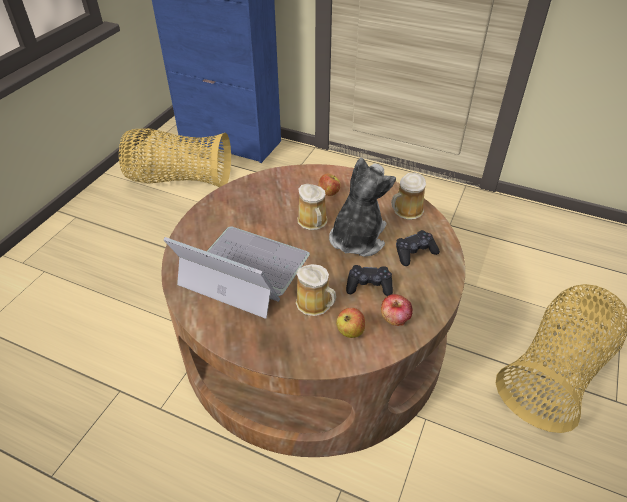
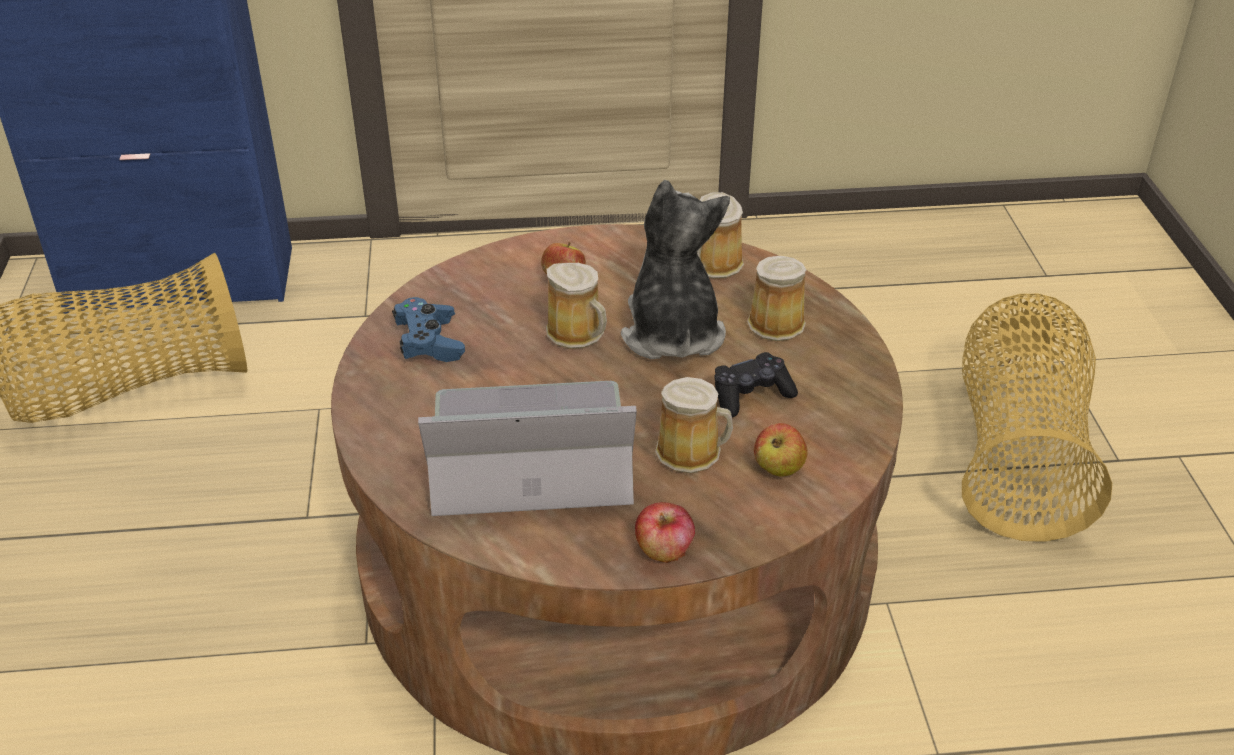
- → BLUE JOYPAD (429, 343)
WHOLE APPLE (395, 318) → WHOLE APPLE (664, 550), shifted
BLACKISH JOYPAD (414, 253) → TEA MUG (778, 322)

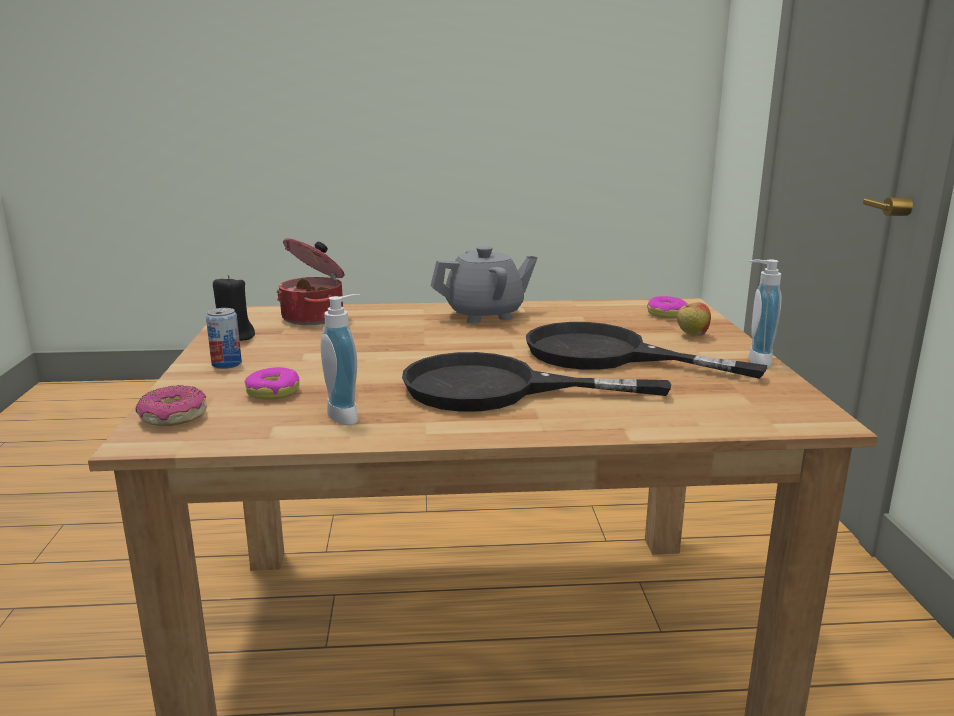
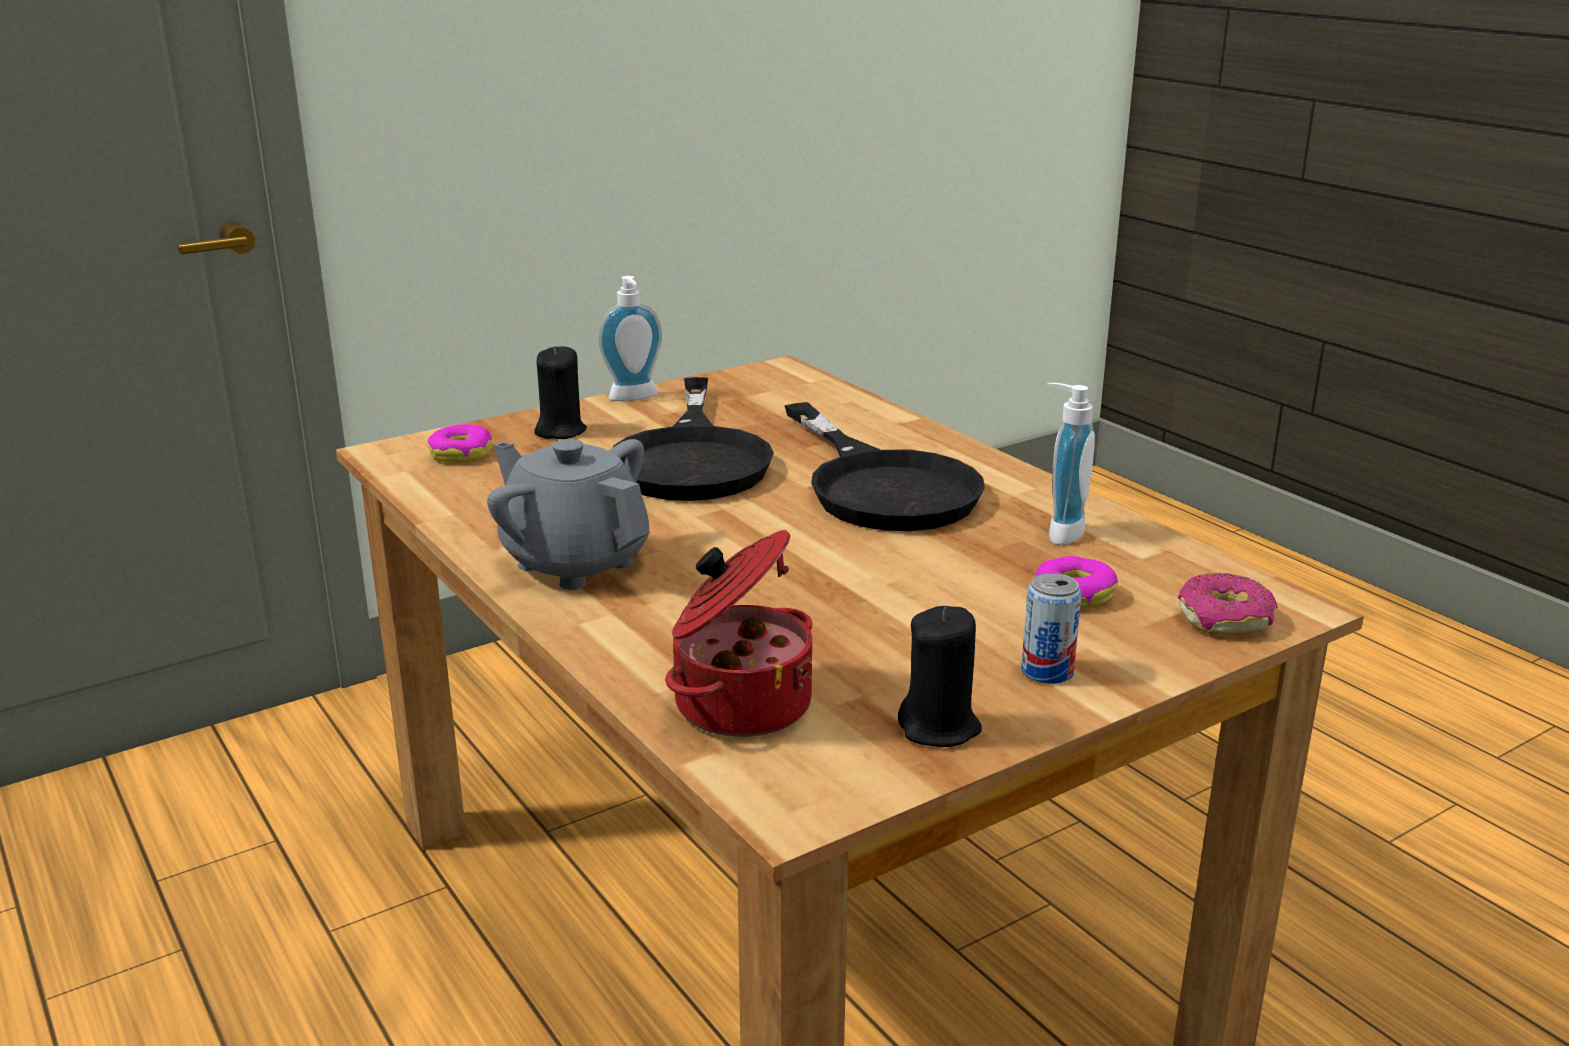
WHOLE APPLE (692, 335) → BLACKISH WAX LIGHT (560, 431)

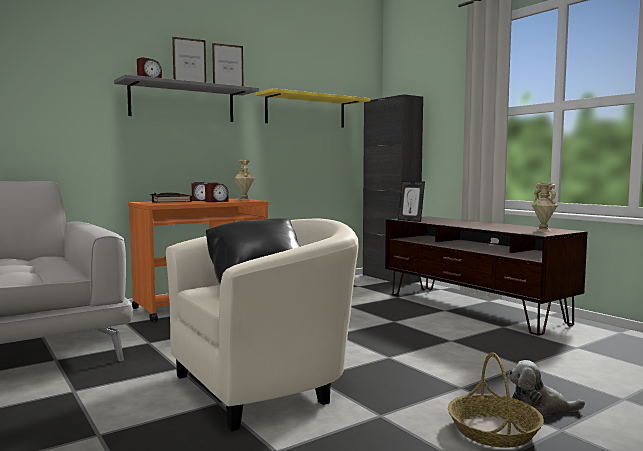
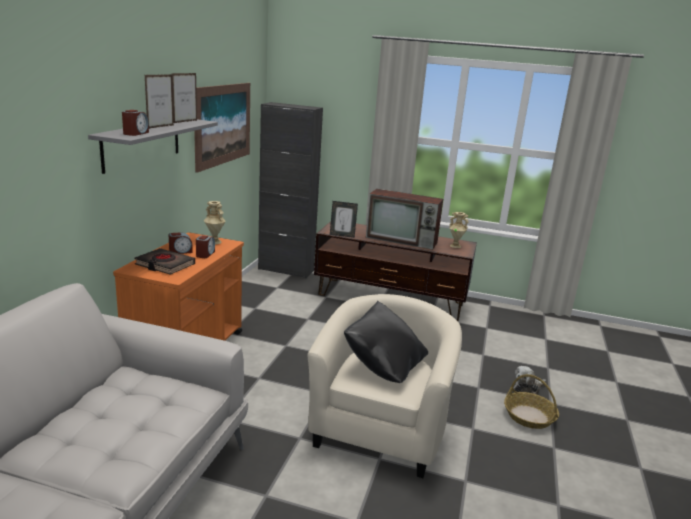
- → TV SET (403, 240)
YELLOWISH WALL SHELF (306, 111) → WALL ART (223, 124)

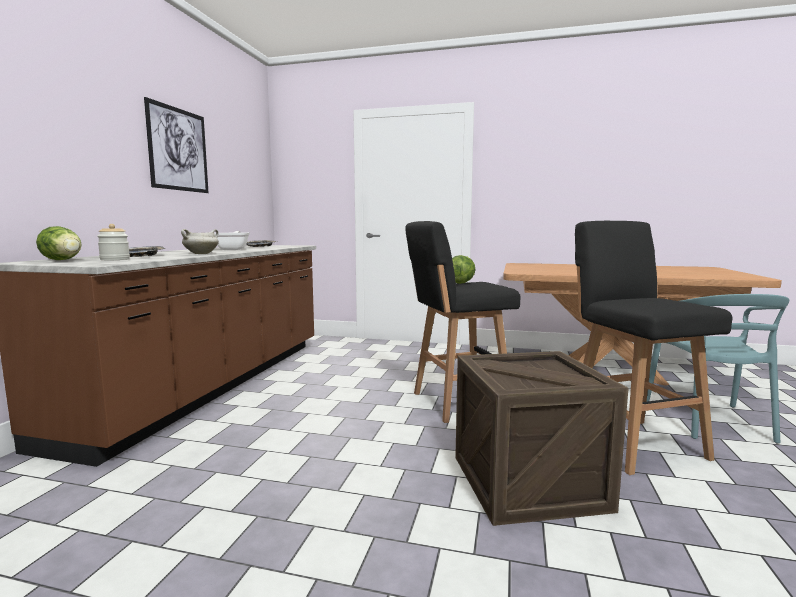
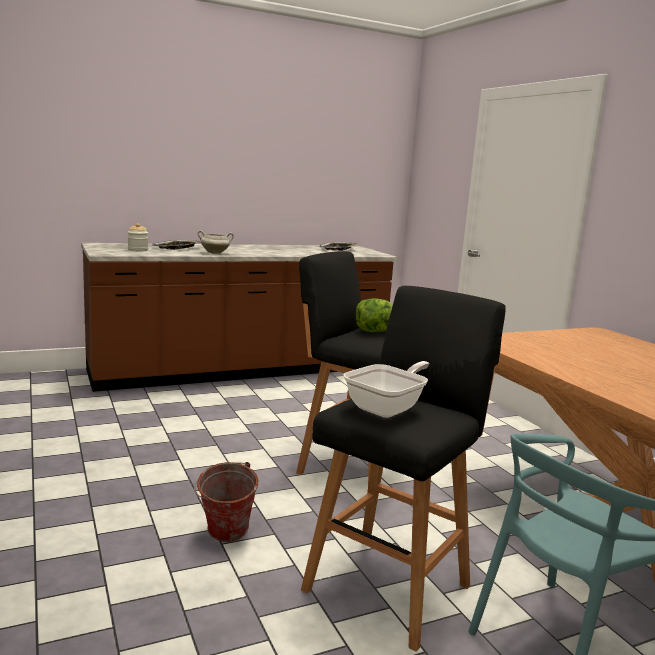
HEAD OF LETTUCE (64, 260) → -
WALL ART (178, 149) → -
FRYING PAN (233, 249) → FRYING PAN (389, 408), shifted
SHIPPING CRATE (528, 482) → BUCKET (224, 536)

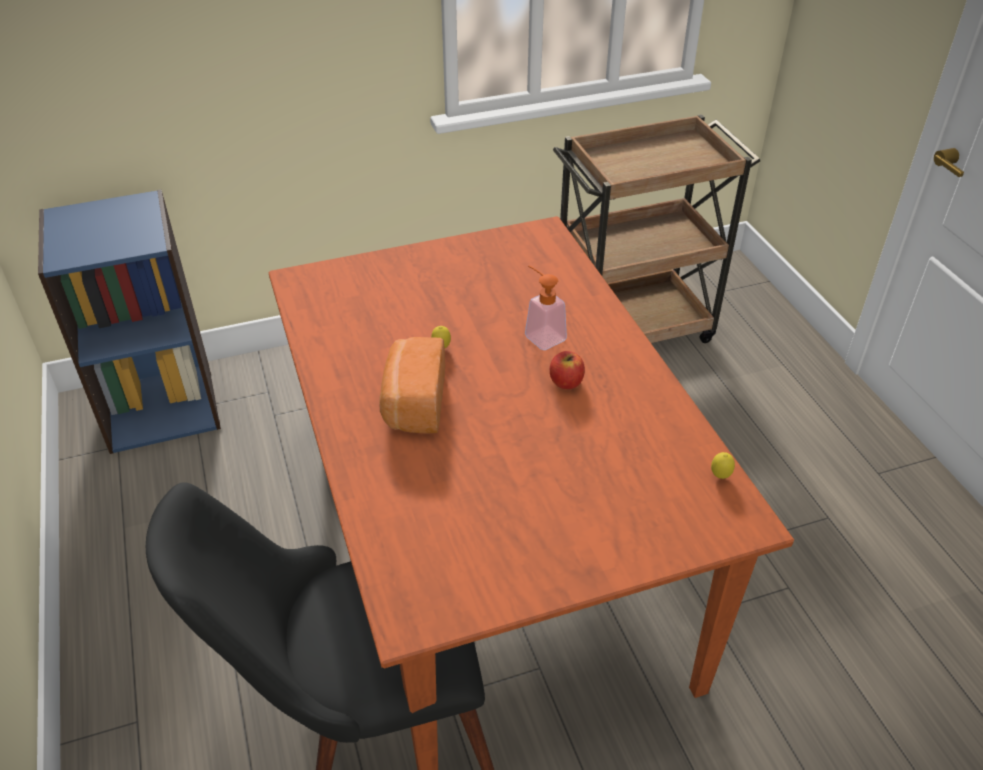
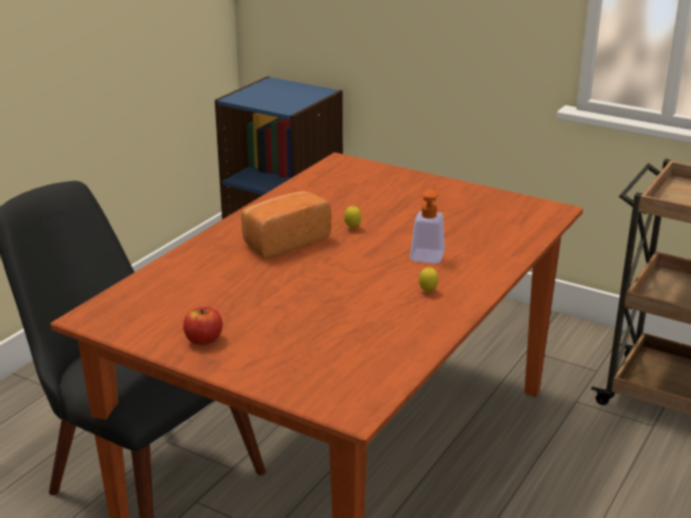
WHOLE APPLE (566, 382) → WHOLE APPLE (203, 340), shifted
CITRUS FRUIT (720, 476) → CITRUS FRUIT (428, 292), shifted

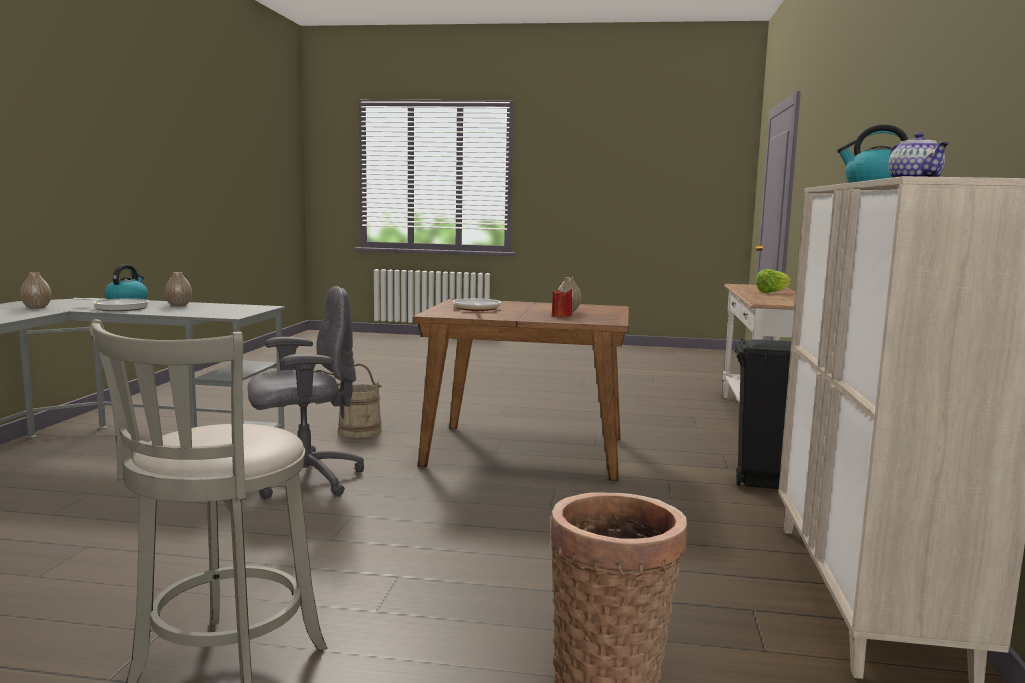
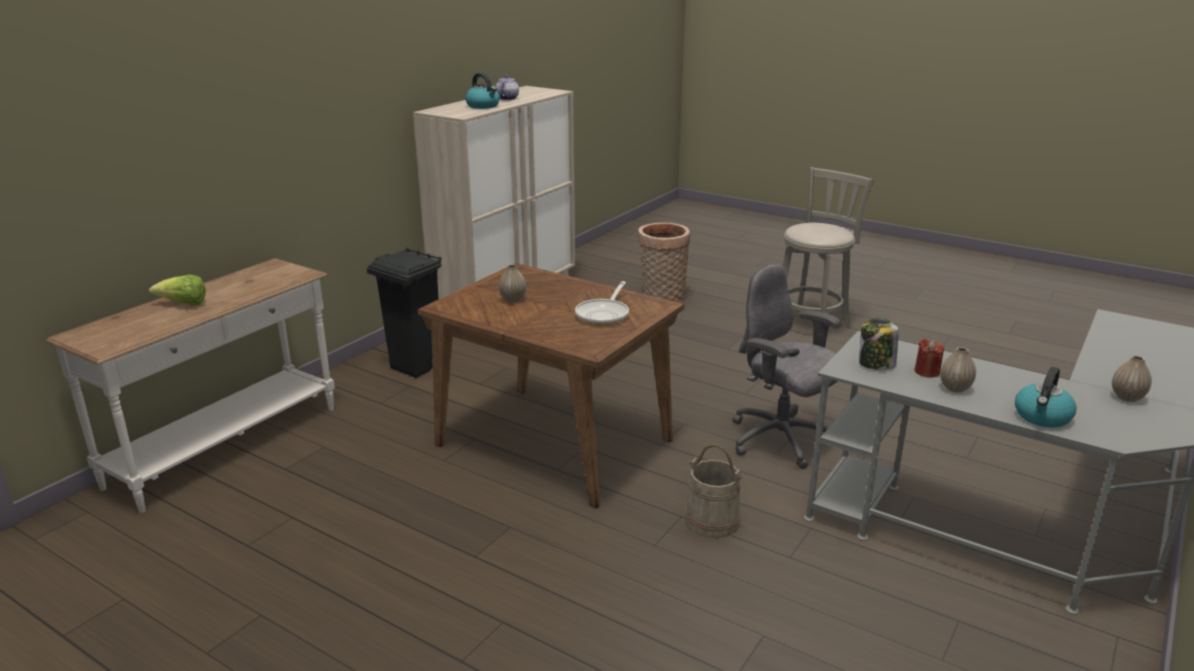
FRYING PAN (118, 308) → -
- → PRESERVE JAR (876, 364)
RED-COLOURED WAX LIGHT (561, 315) → RED-COLOURED WAX LIGHT (927, 372), shifted
GREY DESK CHAIR (303, 479) → GREY DESK CHAIR (781, 441), 45 degrees clockwise

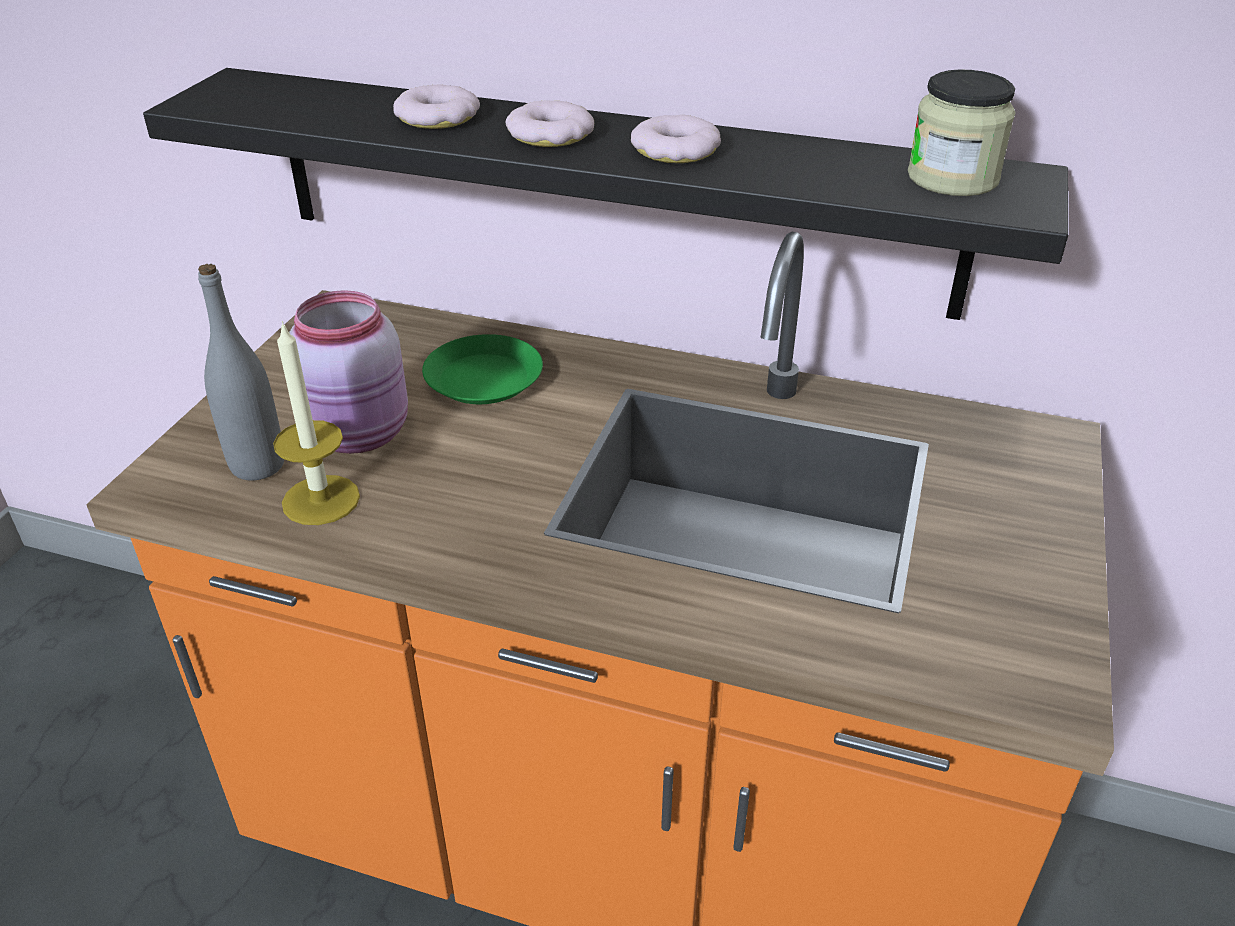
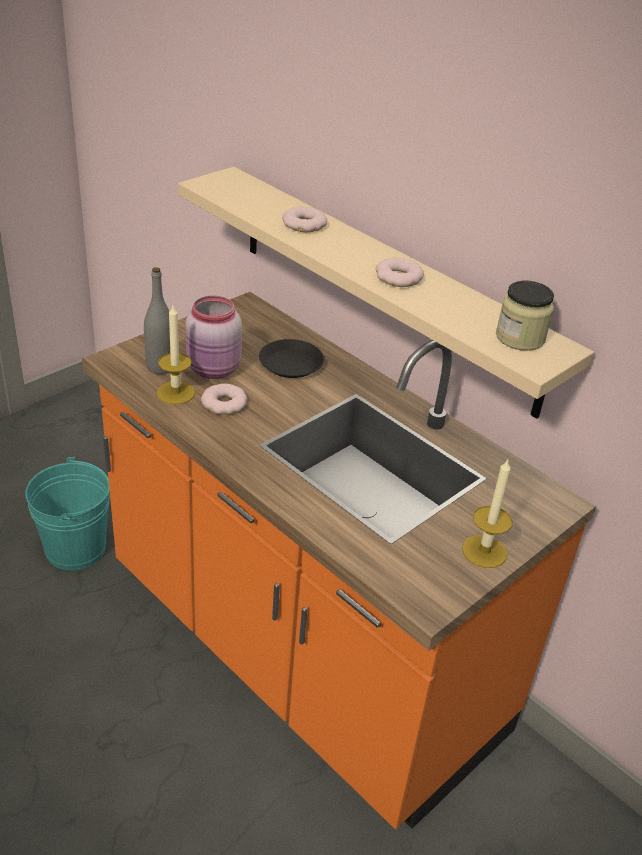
- → TURQUOISE BUCKET (75, 549)
- → WAX LIGHT (484, 551)
RING DOUGHNUT (551, 134) → RING DOUGHNUT (224, 403), shifted
BLACKISH WALL SHELF (606, 190) → SAND-COLOURED WALL SHELF (384, 286)
GREEN PLATE (484, 378) → BLACKISH PLATE (291, 364)

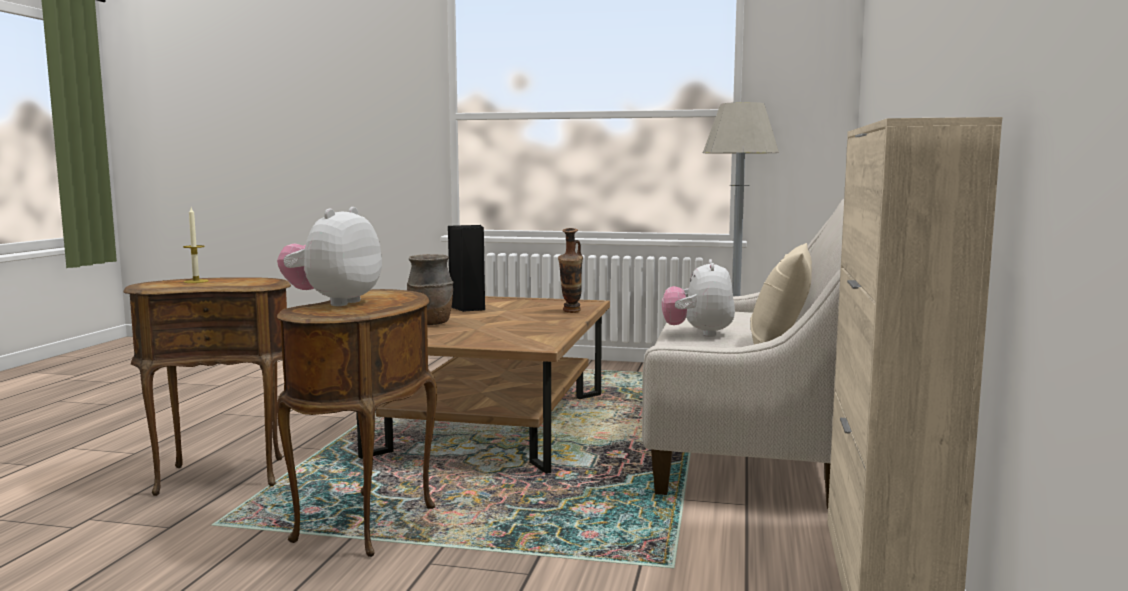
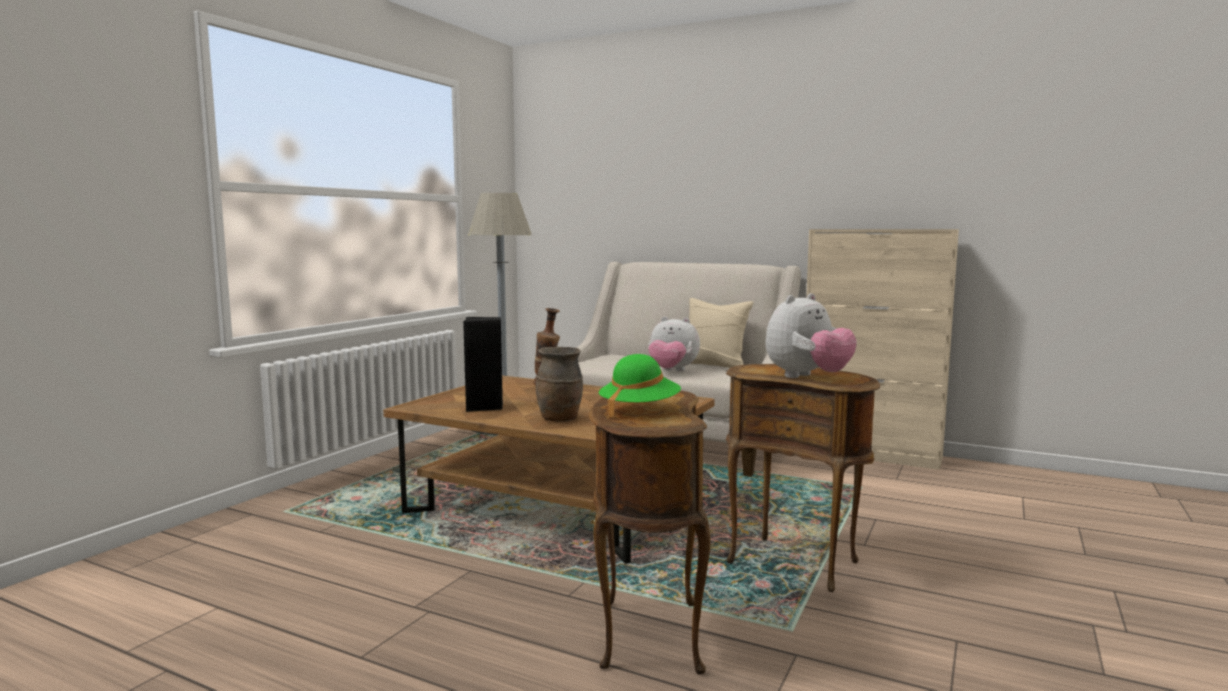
WAX LIGHT (196, 281) → GREEN WEARABLE HAT (639, 410)
PLUSH TOY (334, 302) → PLUSH TOY (807, 377), 75 degrees counterclockwise

